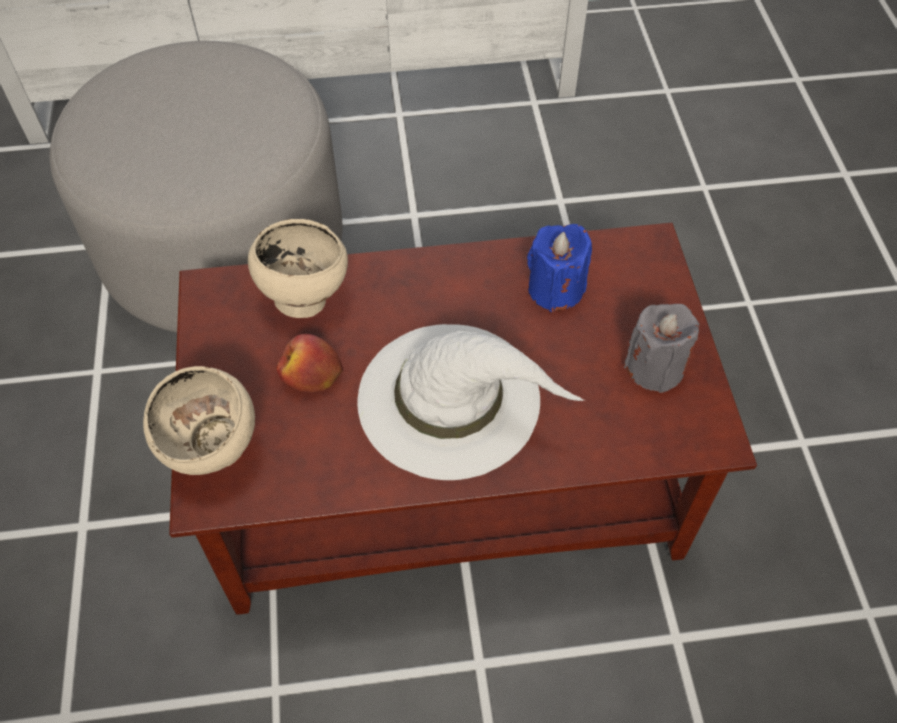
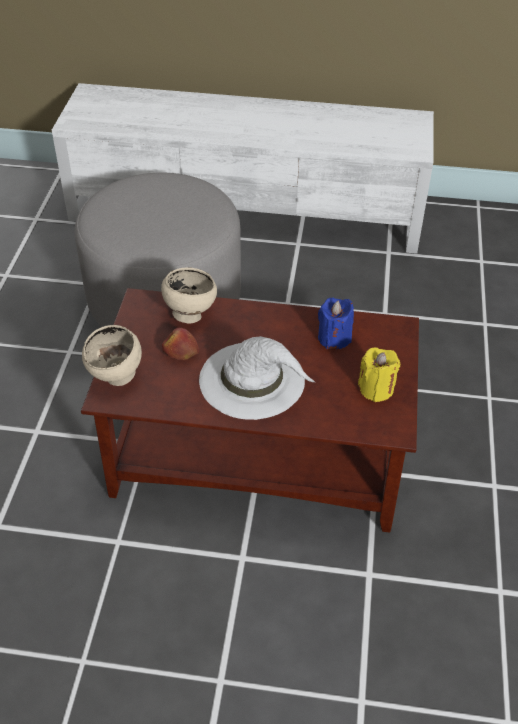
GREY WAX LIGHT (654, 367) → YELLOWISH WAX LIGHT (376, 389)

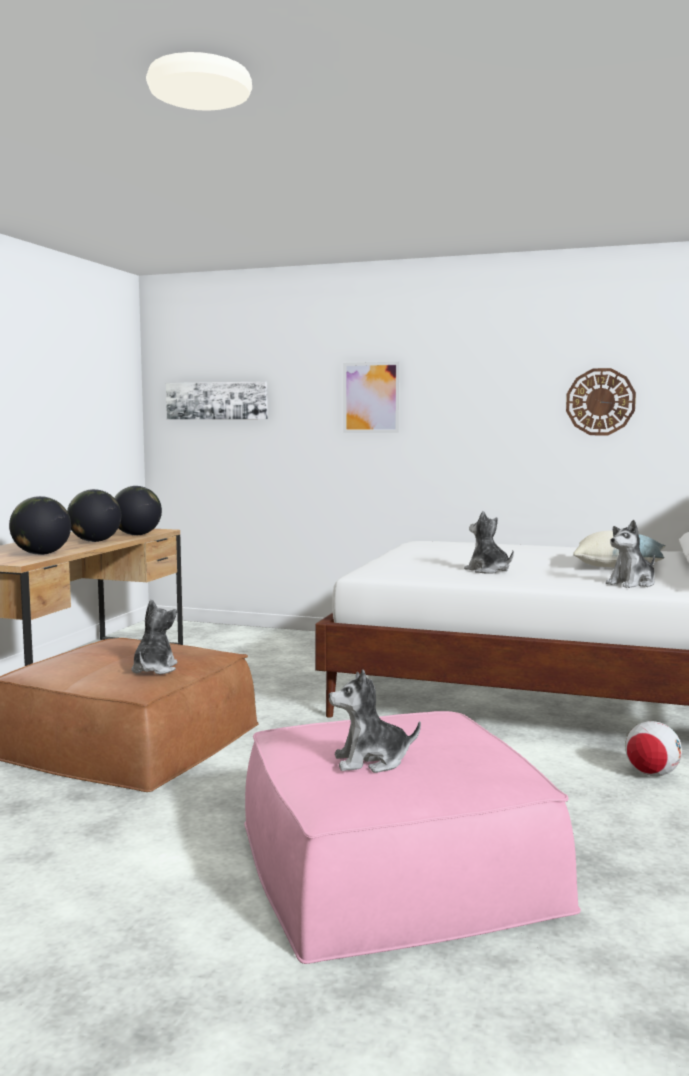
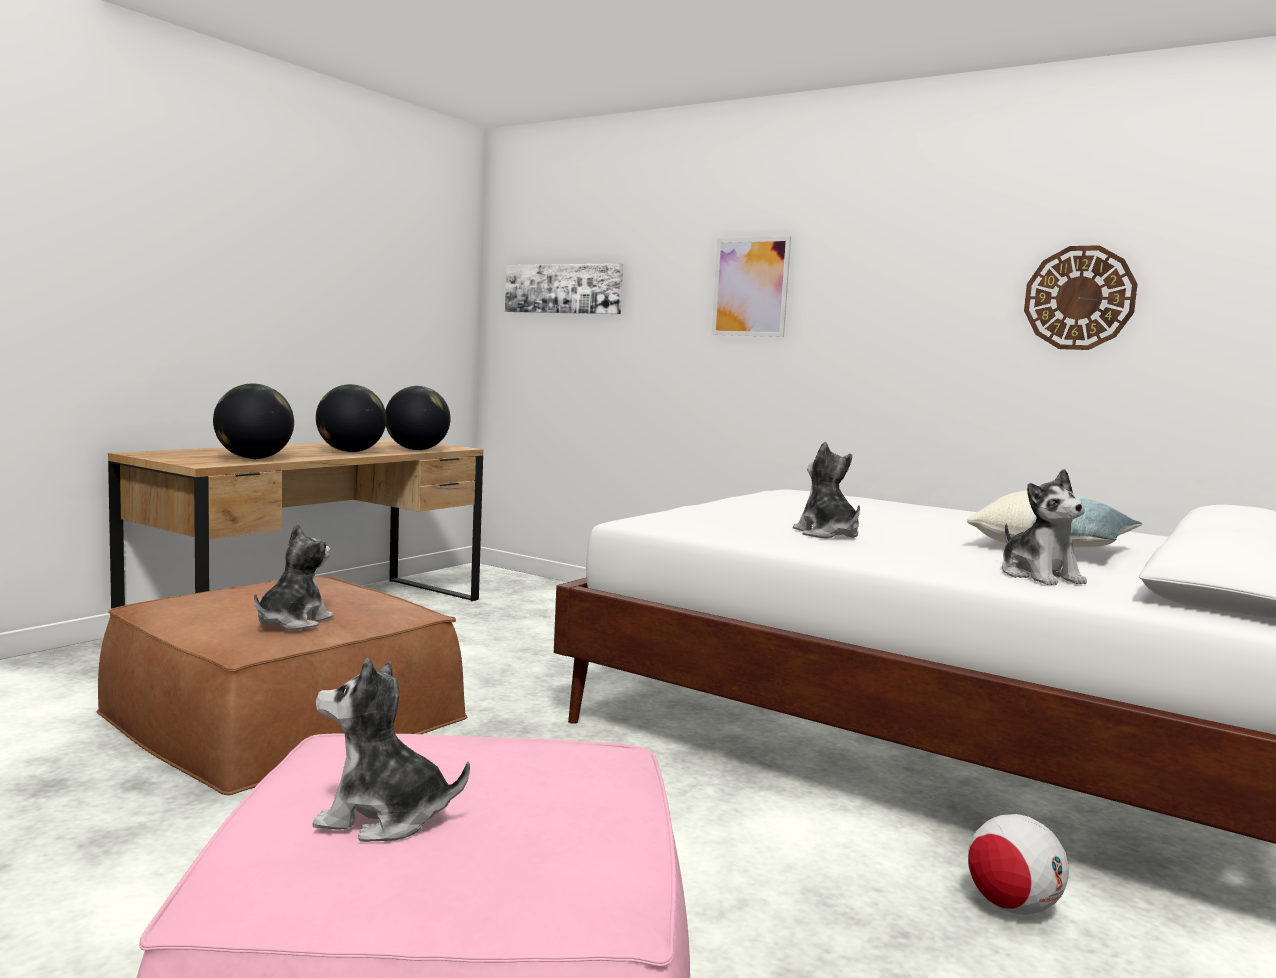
PLUSH TOY (632, 584) → PLUSH TOY (1039, 576), 90 degrees counterclockwise

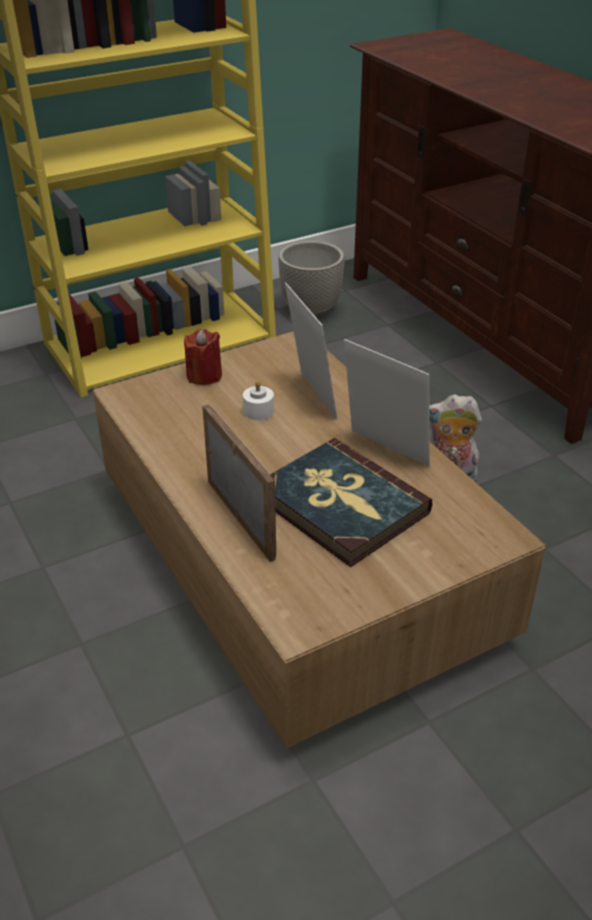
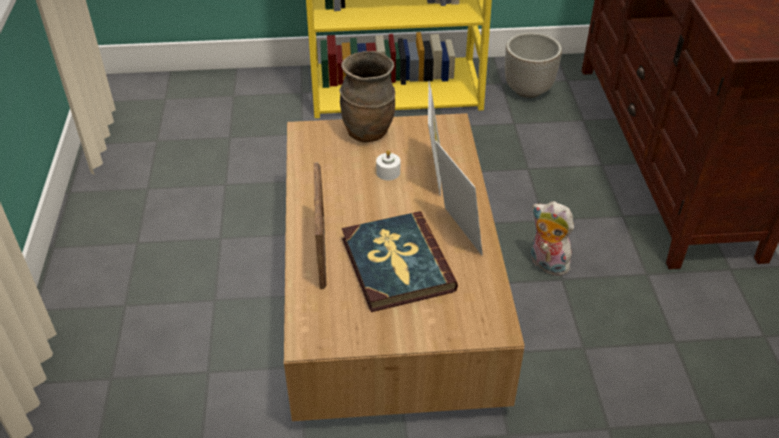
RED-COLOURED WAX LIGHT (204, 376) → BROWN DECORATIVE VASE (368, 133)

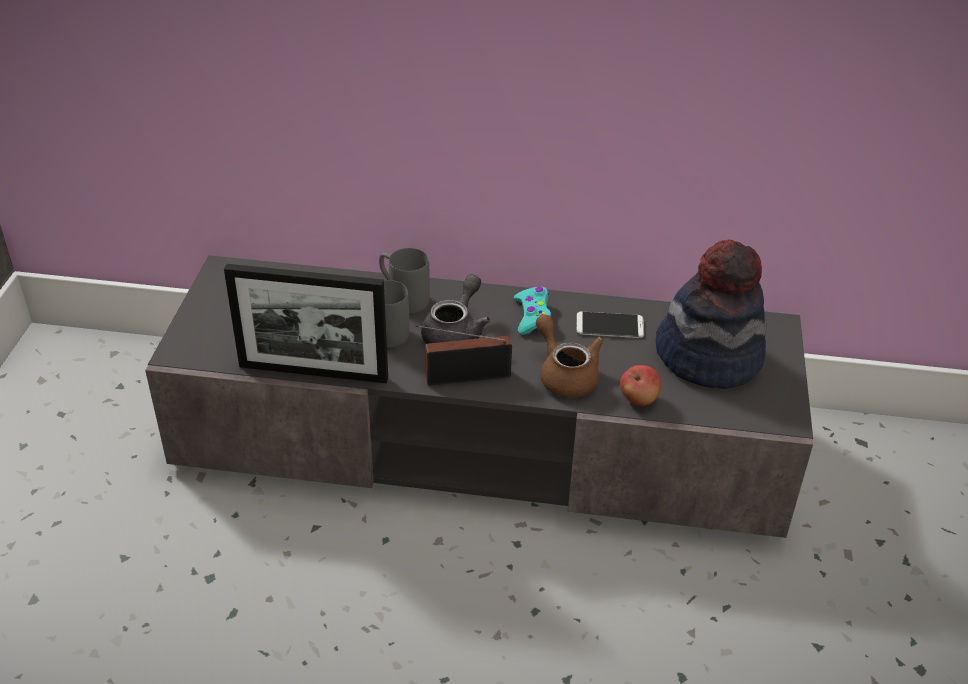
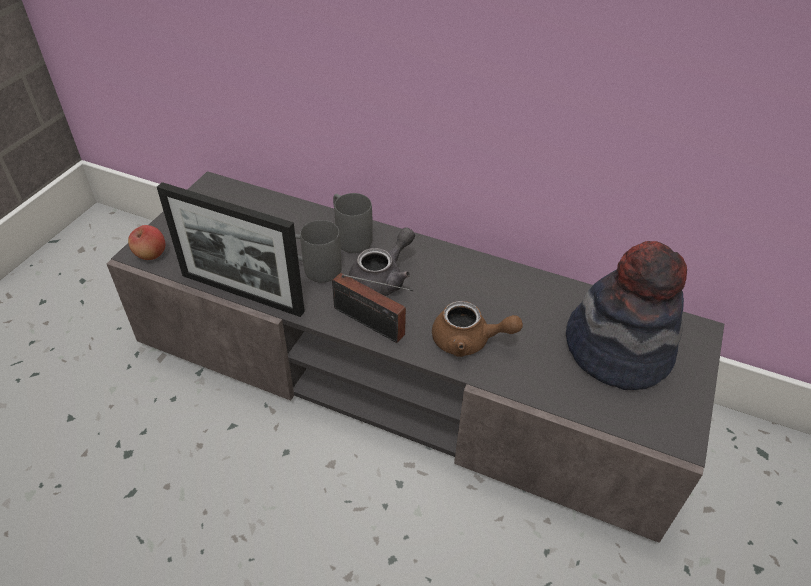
TURQUOISE JOYPAD (532, 316) → -
HANDSET (609, 326) → -
WHOLE APPLE (638, 399) → WHOLE APPLE (151, 255), shifted
RADIO SET (463, 376) → RADIO SET (372, 324), 150 degrees counterclockwise
BROWN POT FOR TEA (565, 374) → BROWN POT FOR TEA (468, 341), 120 degrees clockwise

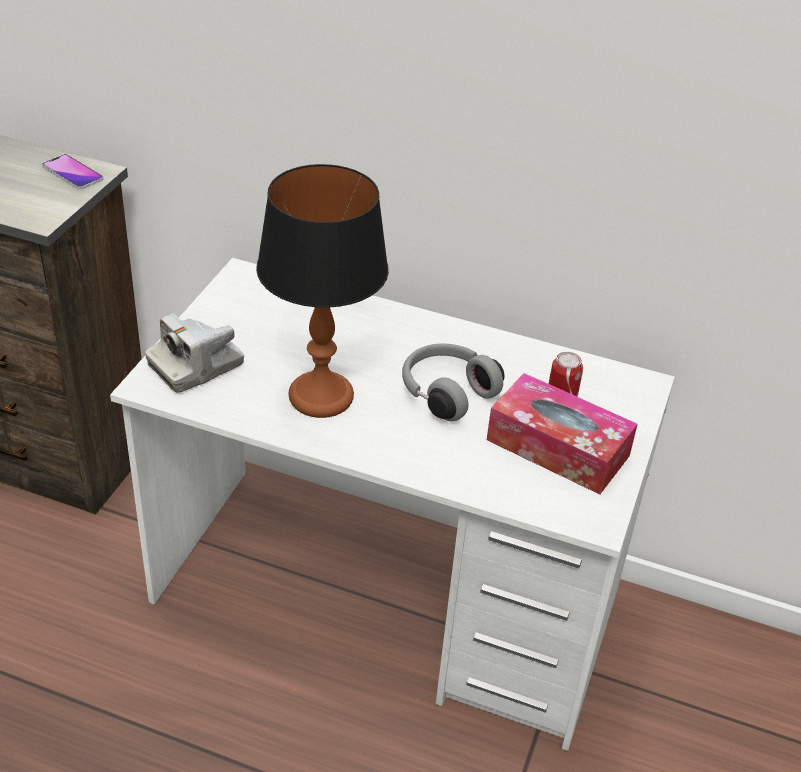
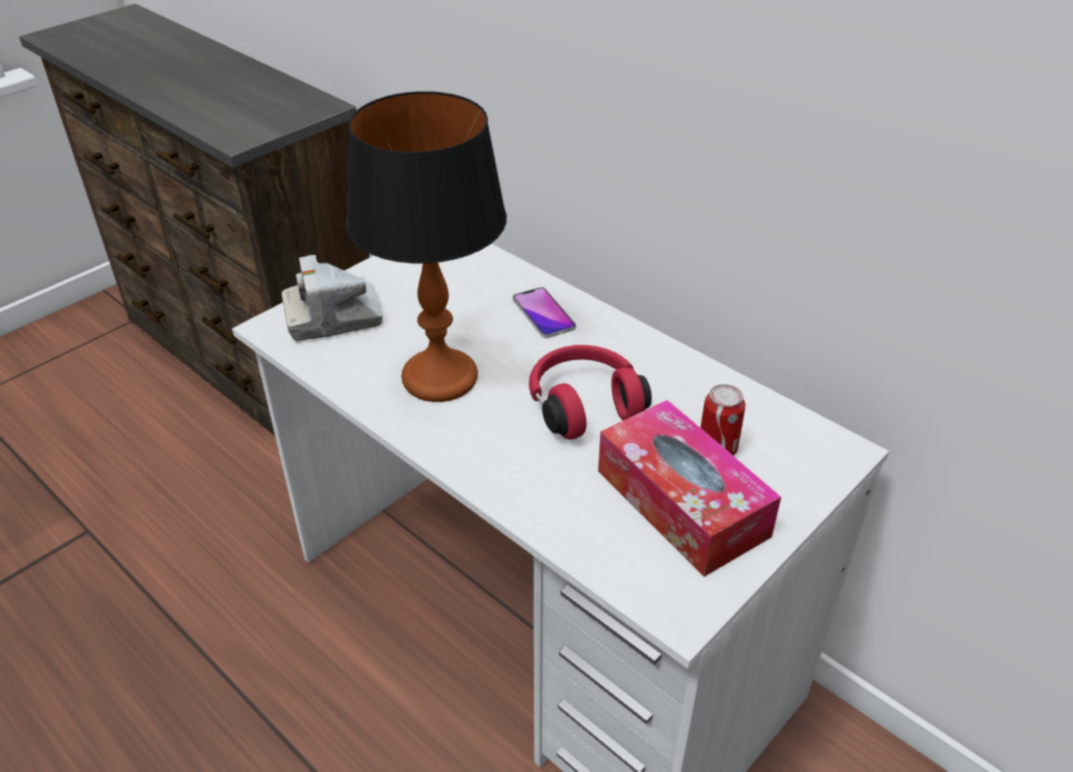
HANDSET (73, 173) → HANDSET (543, 314), shifted
GREY PAIR OF HEADPHONES (446, 392) → RED-COLOURED PAIR OF HEADPHONES (584, 405)

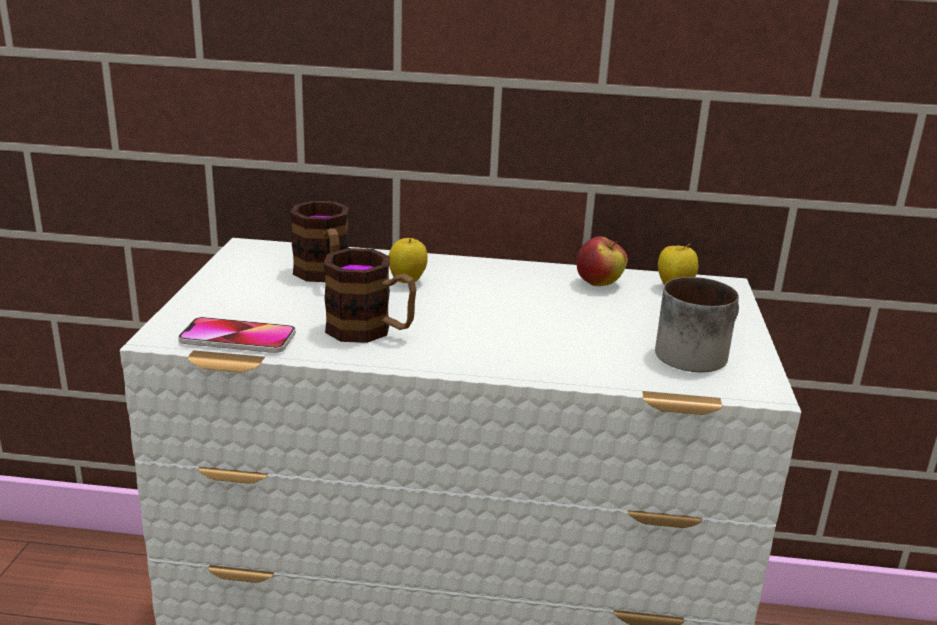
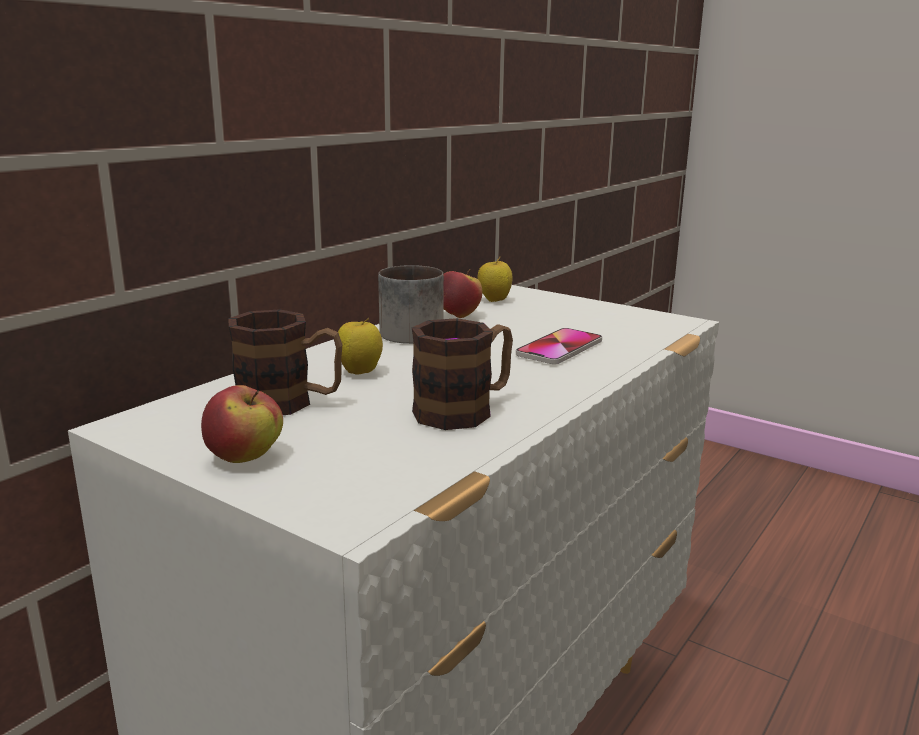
- → WHOLE APPLE (245, 458)
HANDSET (238, 338) → HANDSET (559, 348), shifted
TEA MUG (695, 352) → TEA MUG (408, 331), shifted

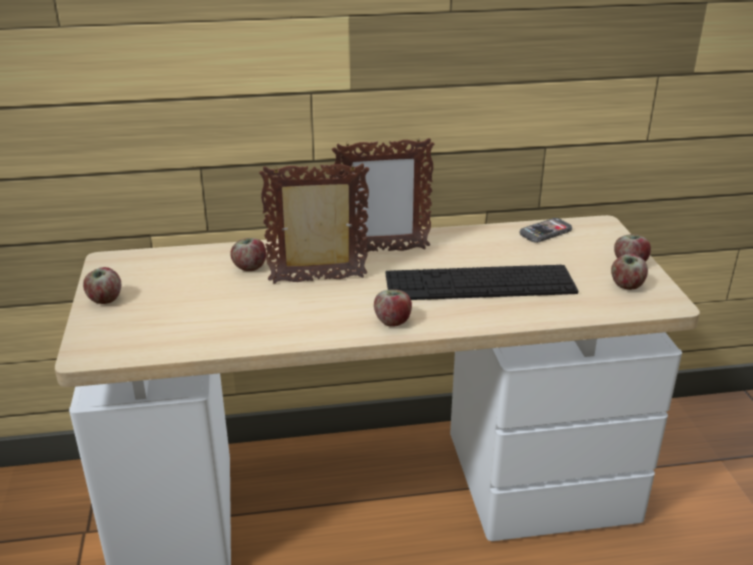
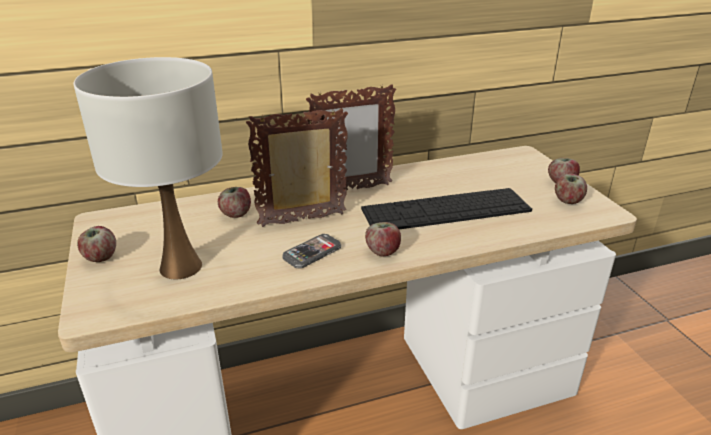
- → WHITE-COLOURED TABLETOP LAMP (180, 267)
HANDSET (545, 232) → HANDSET (312, 252), shifted

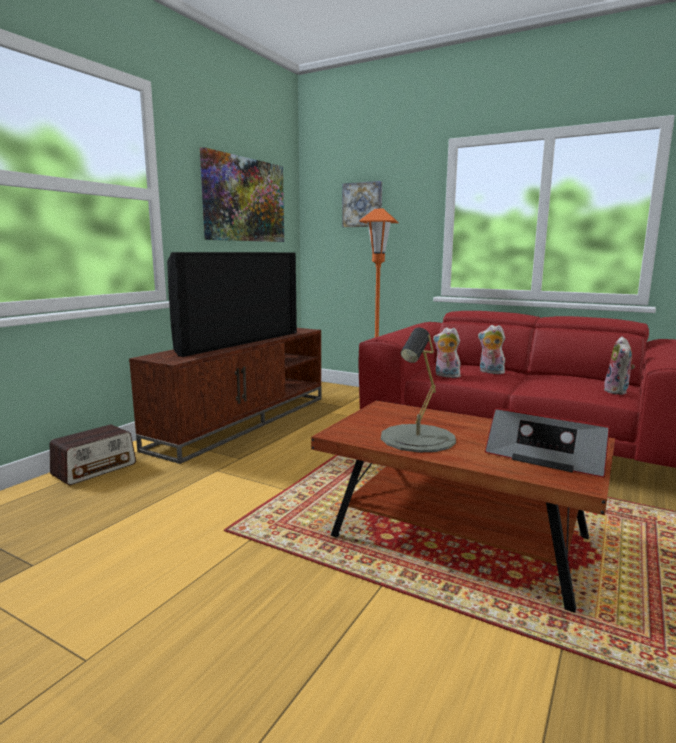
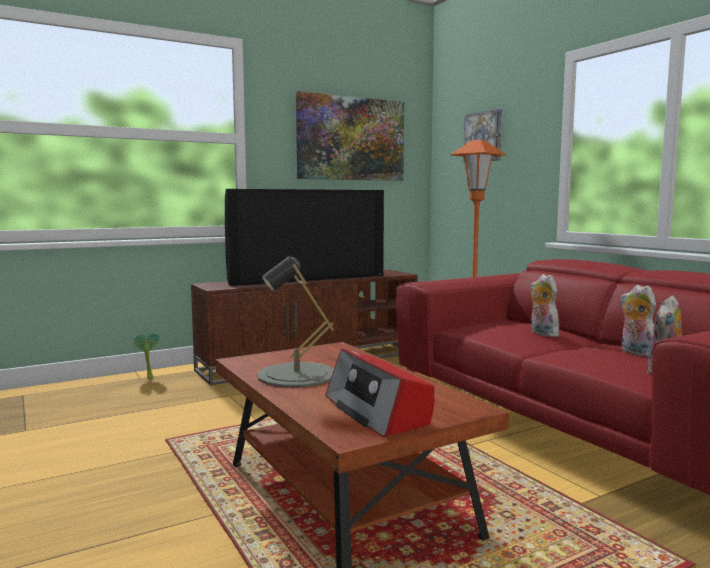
PLUSH TOY (446, 376) → PLUSH TOY (635, 353), shifted
RADIO SET (95, 469) → POTTED PLANT (148, 377)

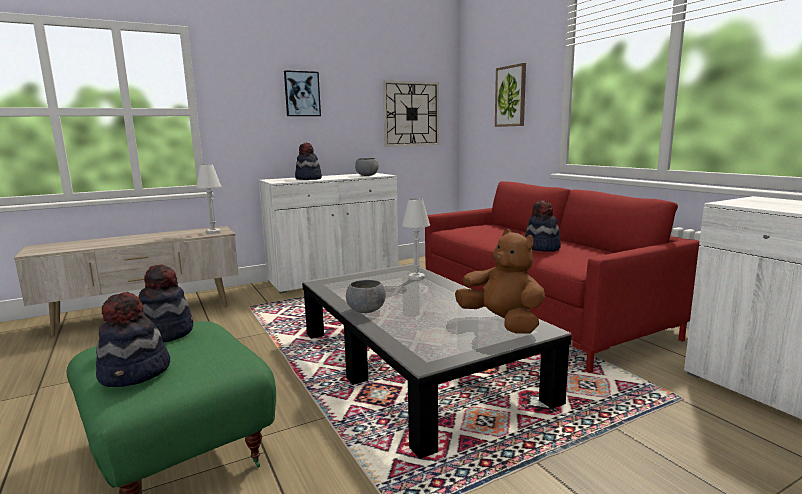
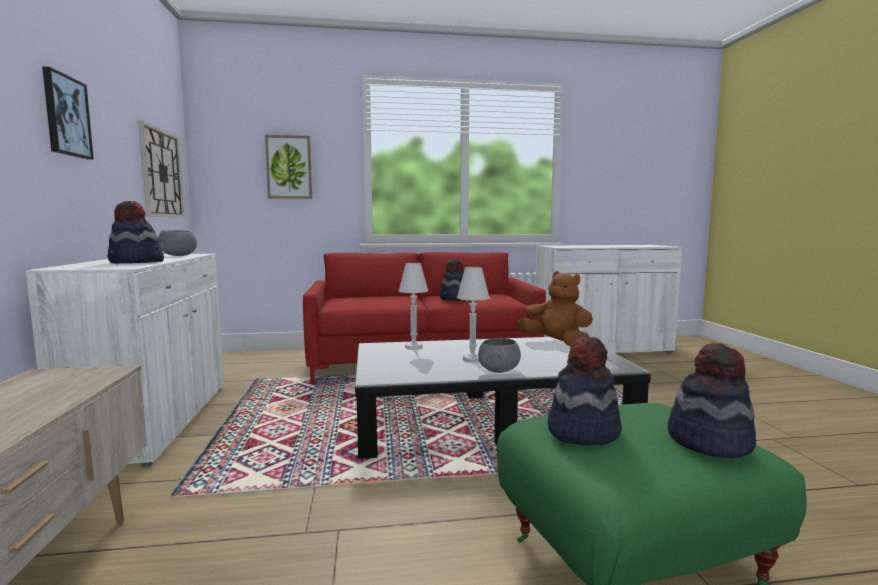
WHITE-COLOURED TABLETOP LAMP (213, 232) → WHITE-COLOURED TABLETOP LAMP (472, 359), shifted
BROWN PLUSH TOY (502, 323) → BROWN PLUSH TOY (556, 343), 60 degrees clockwise

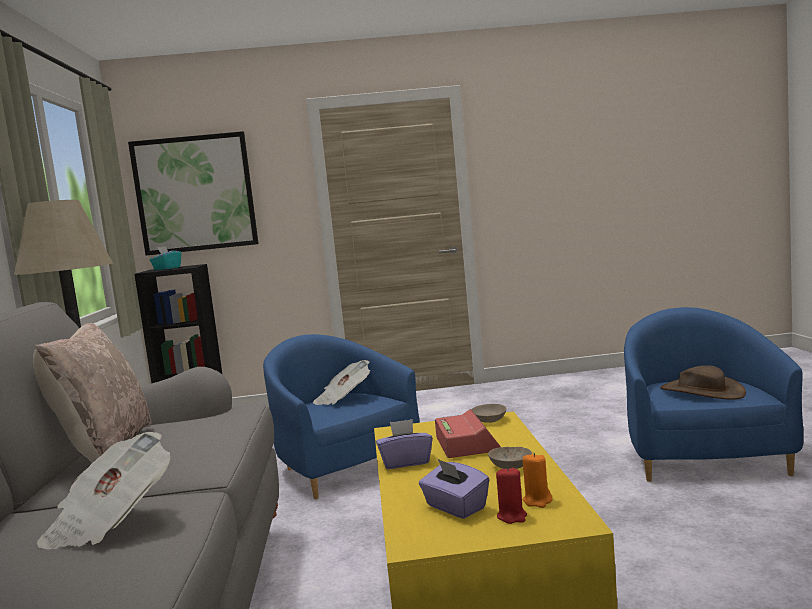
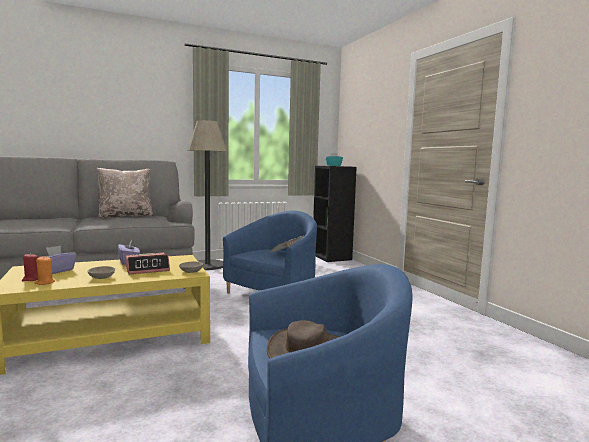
NEWSPAPER (110, 522) → -
WALL ART (195, 194) → -

